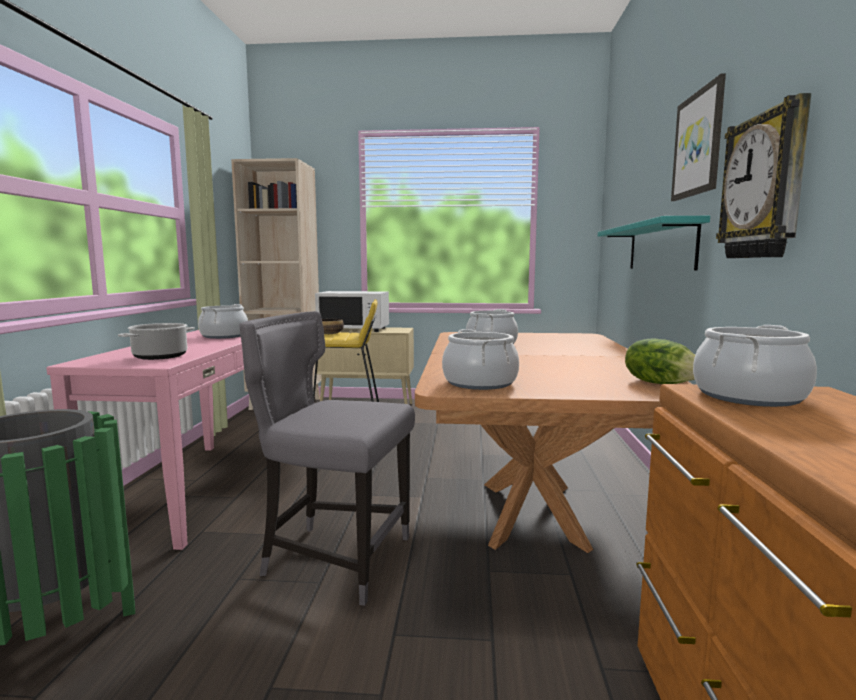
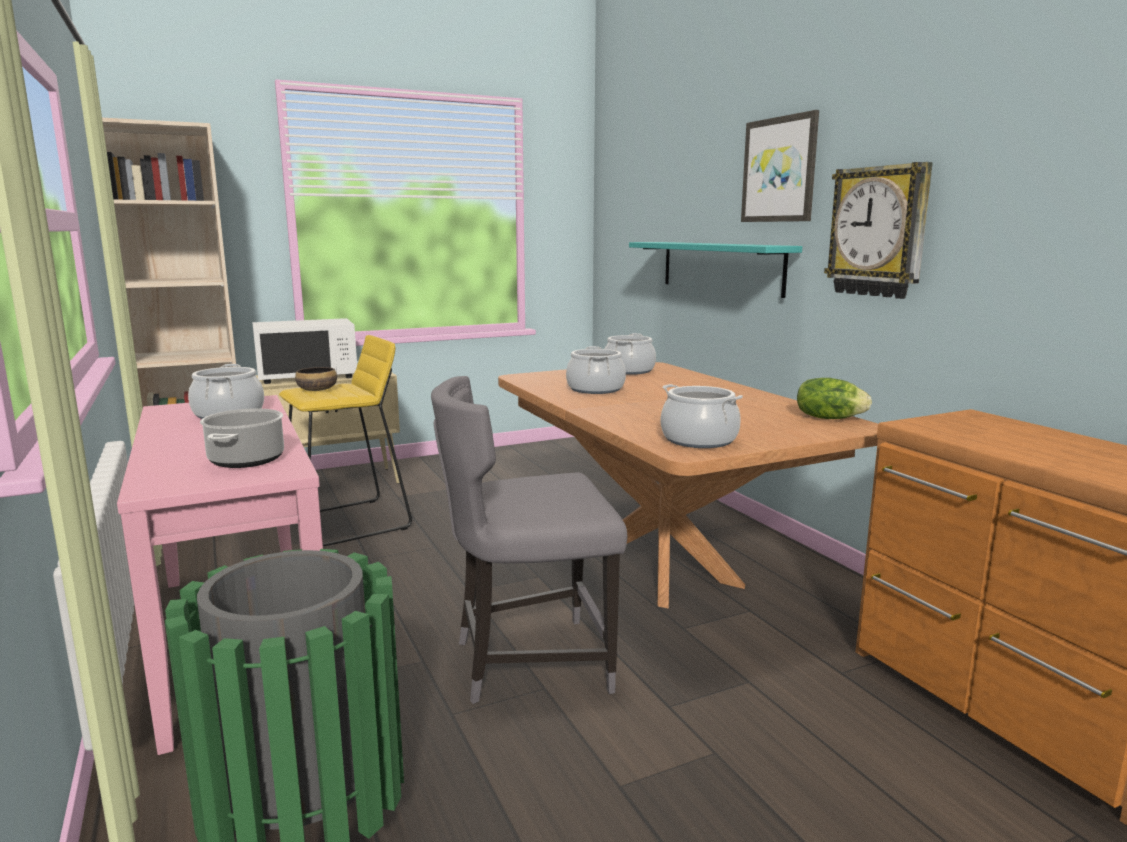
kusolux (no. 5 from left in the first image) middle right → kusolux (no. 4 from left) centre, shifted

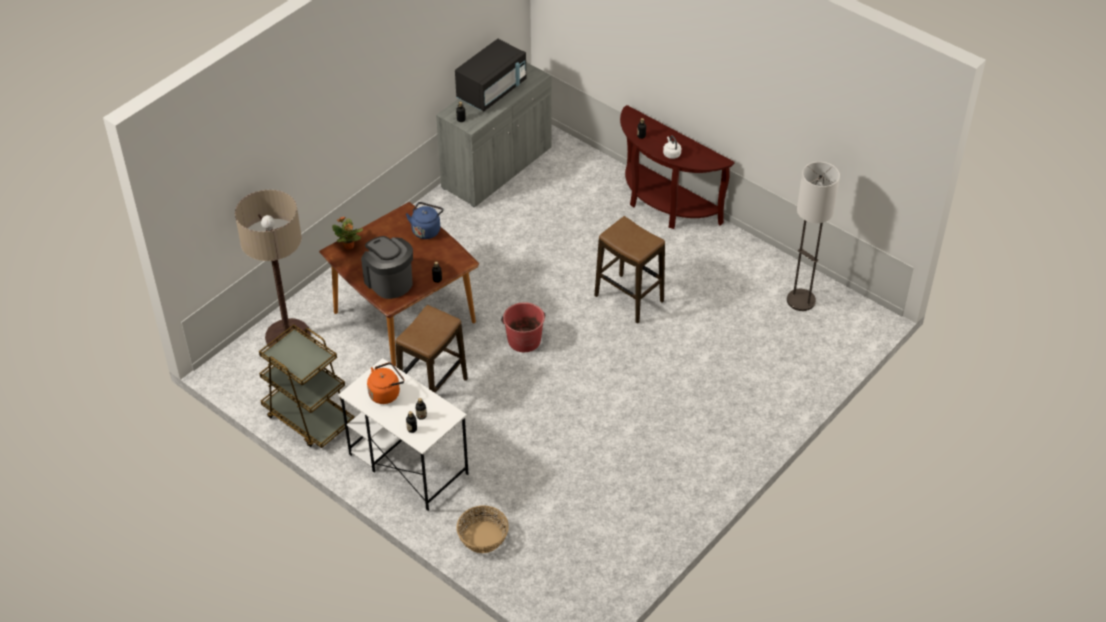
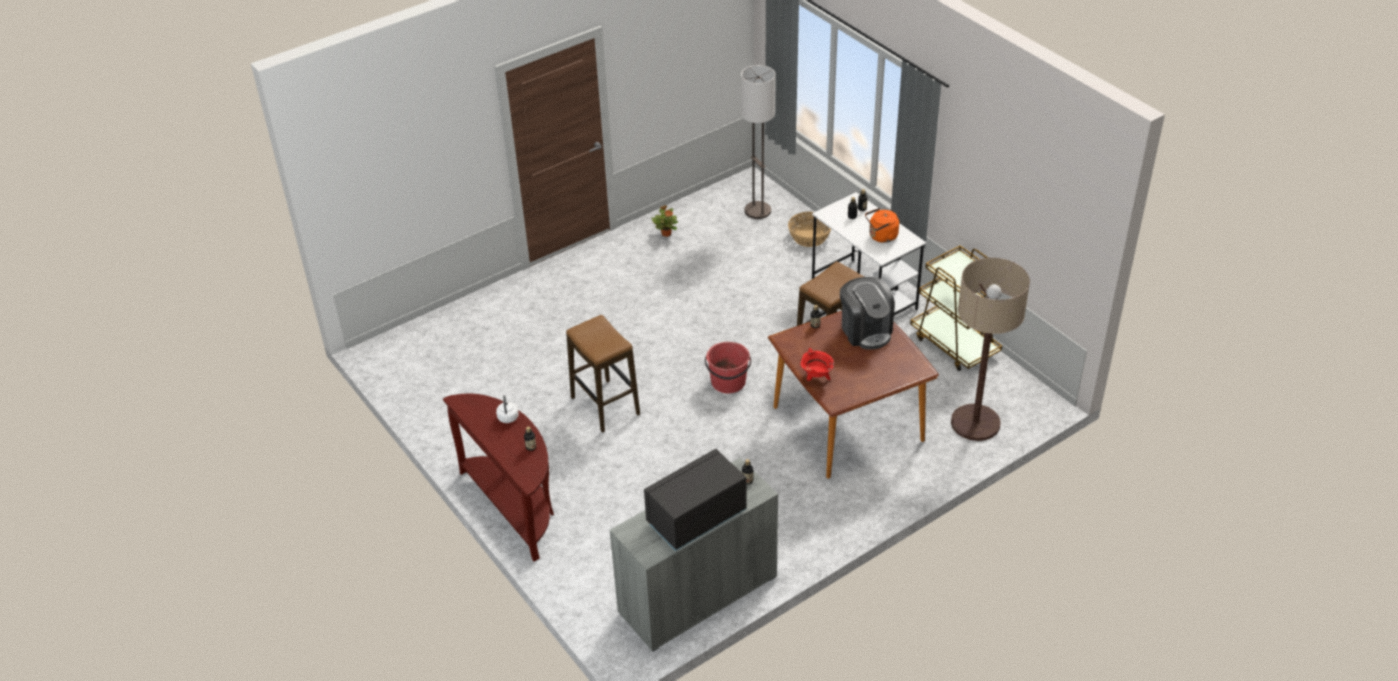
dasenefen middle left → dasenefen top centre, shifted
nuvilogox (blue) centre → kusolux (red) centre
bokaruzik (no. 2 from left in the first image) middle right → bokaruzik (no. 1 from left) top centre, shifted

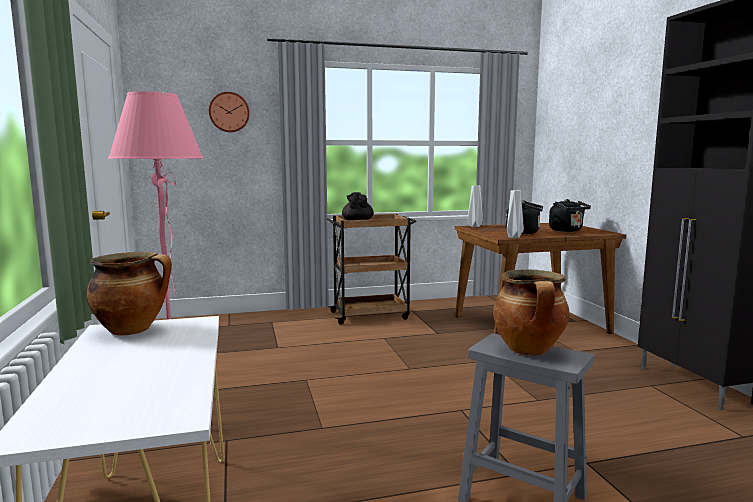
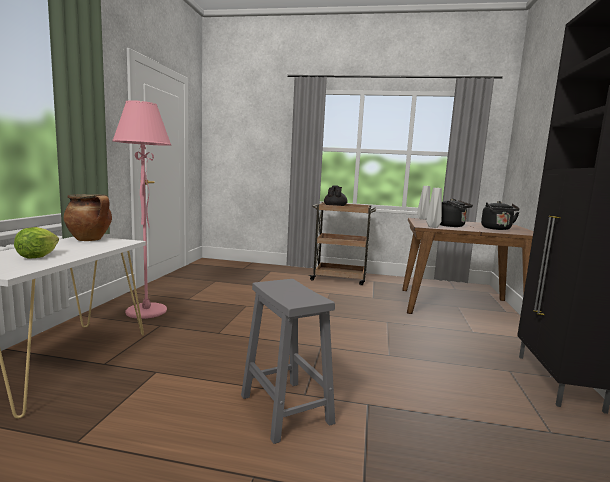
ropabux top left → -
kusolux (no. 2 from left) middle right → -
- → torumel middle left

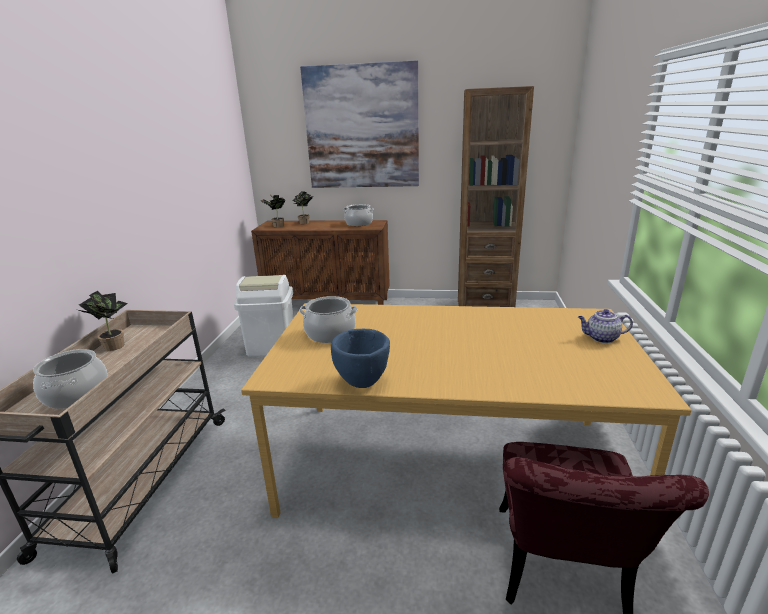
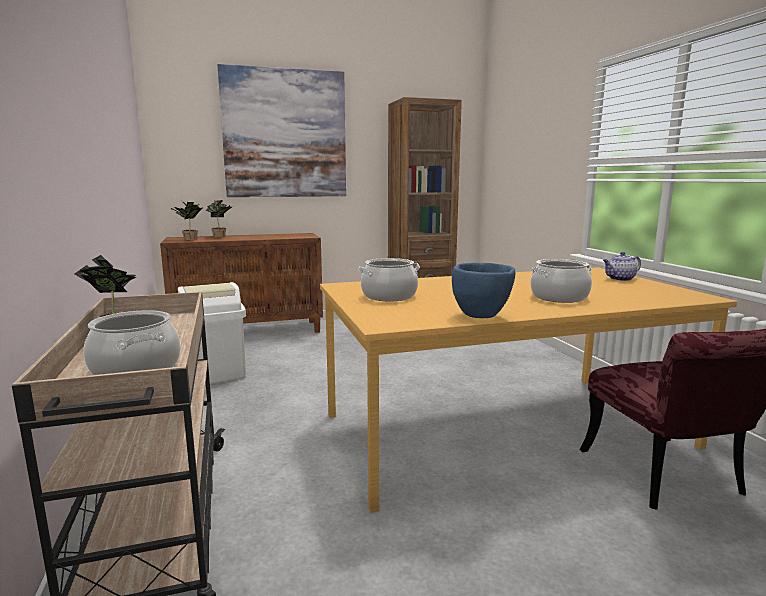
kusolux (no. 3 from left) centre → kusolux (no. 3 from left) middle right, shifted

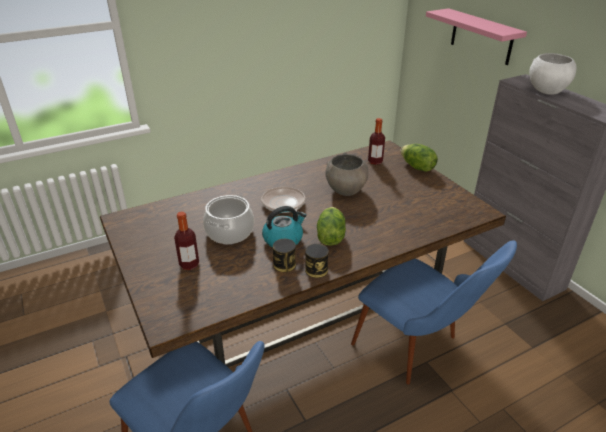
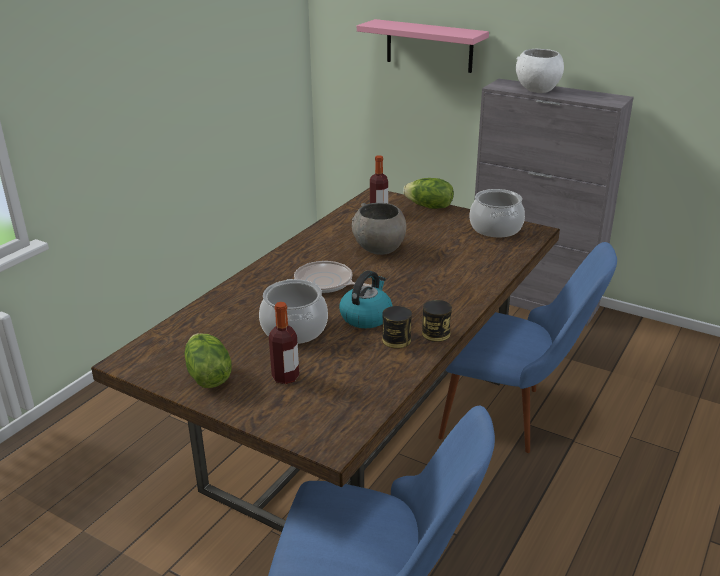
torumel (no. 1 from left) centre → torumel (no. 1 from left) middle left, shifted
- → kusolux (no. 2 from left) middle right

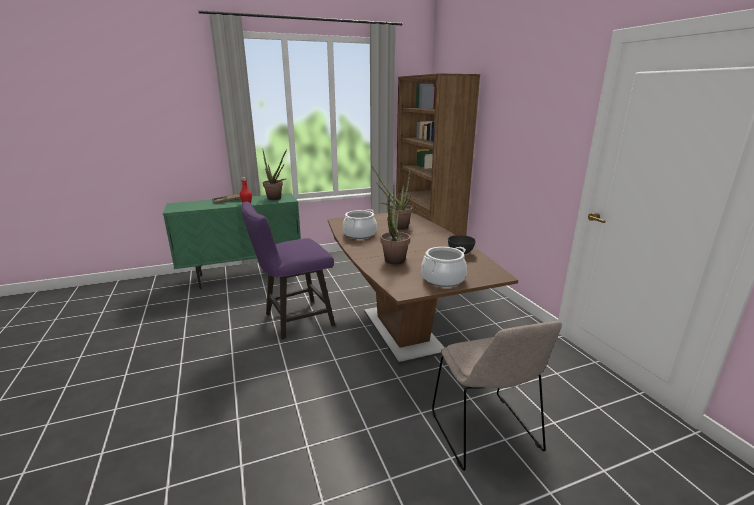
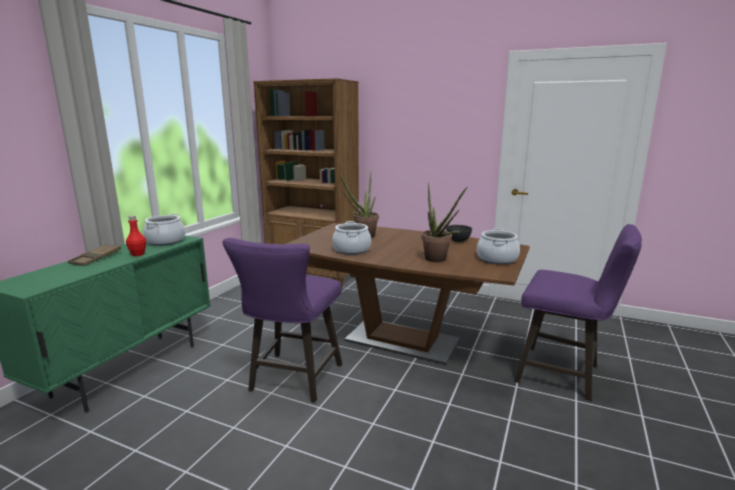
dasenefen (no. 1 from left) centre → kusolux (no. 1 from left) middle left
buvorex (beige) bottom centre → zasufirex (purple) (no. 2 from left) middle right

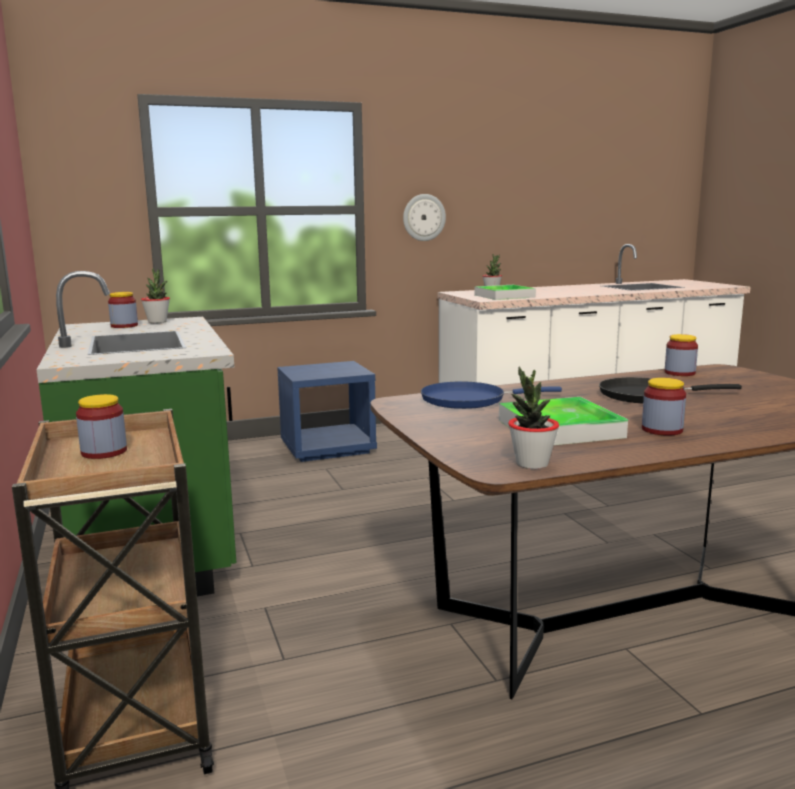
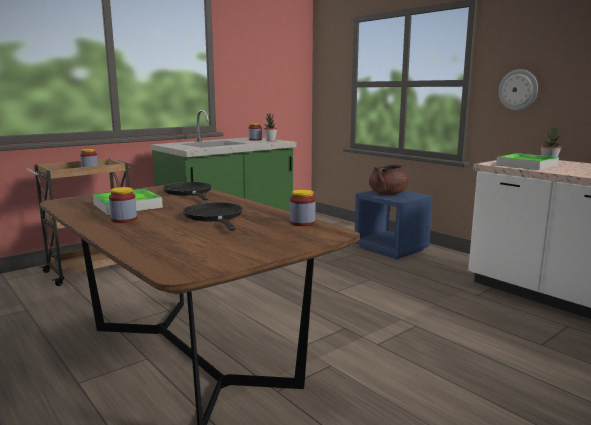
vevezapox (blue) centre → vevezapox (black) (no. 1 from left) middle left
dasenefen (no. 3 from left) middle right → -
- → kusolux (brown) centre

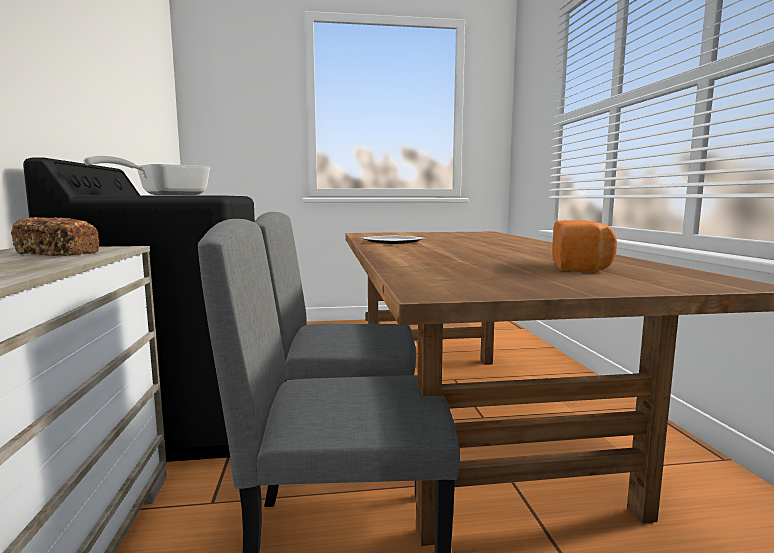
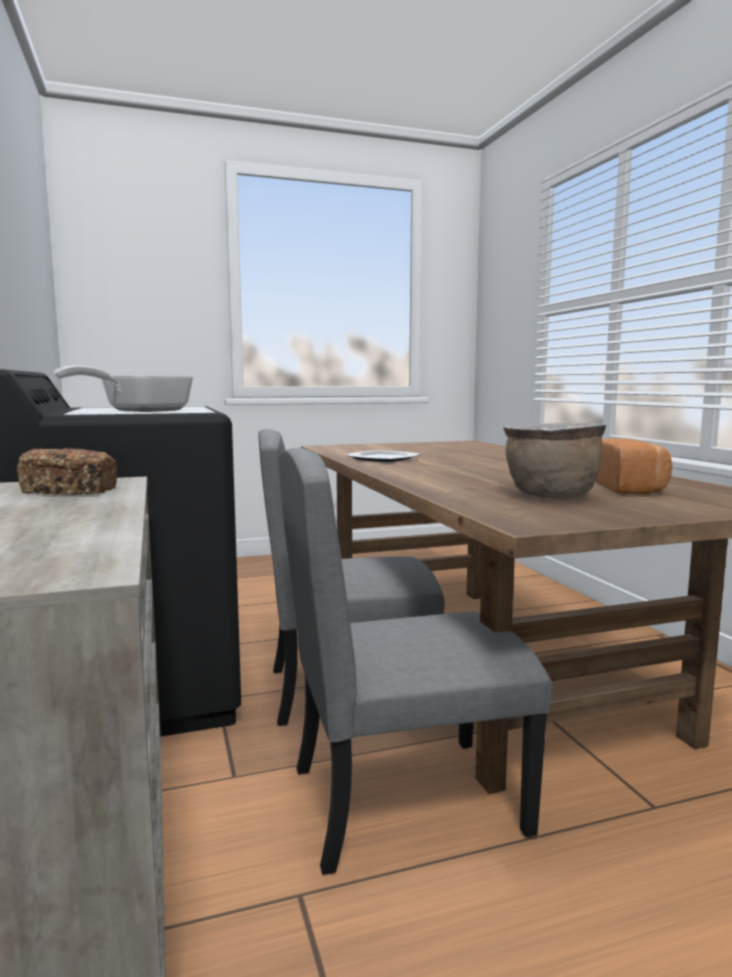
- → kusolux (brown) middle right

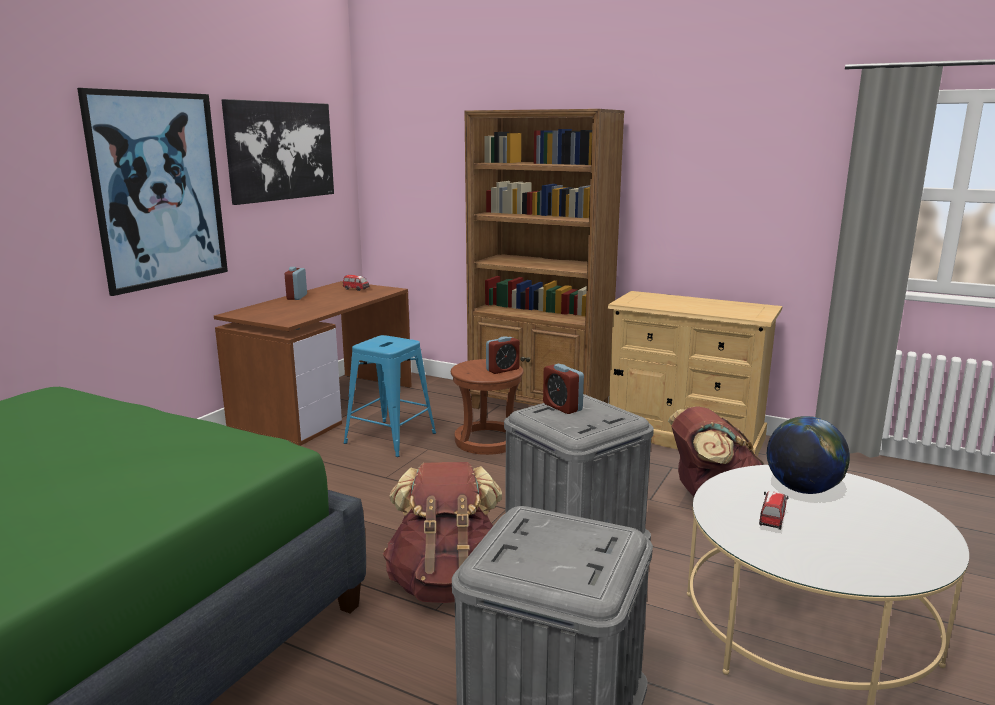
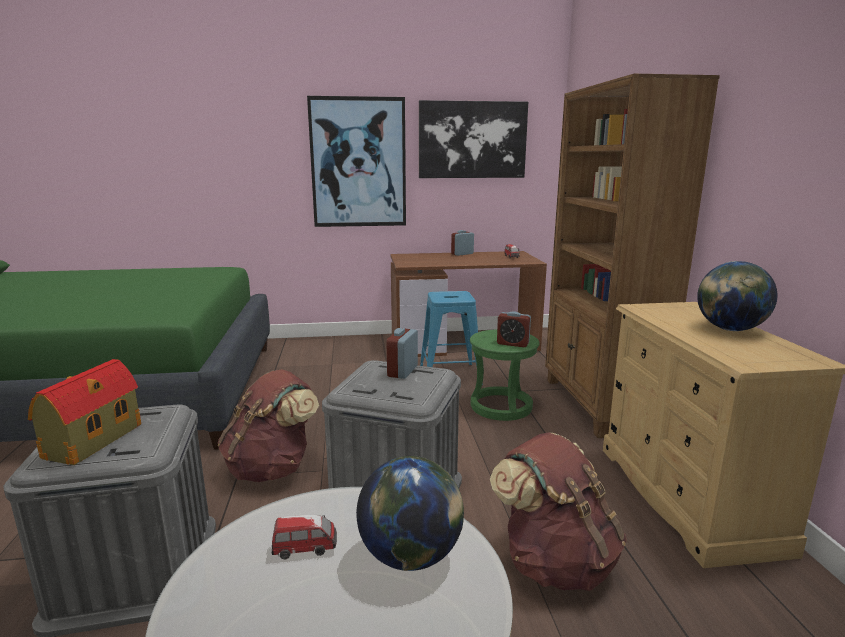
zasufirex (brown) centre → zasufirex (green) centre
- → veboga middle left
- → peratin (no. 2 from left) middle right

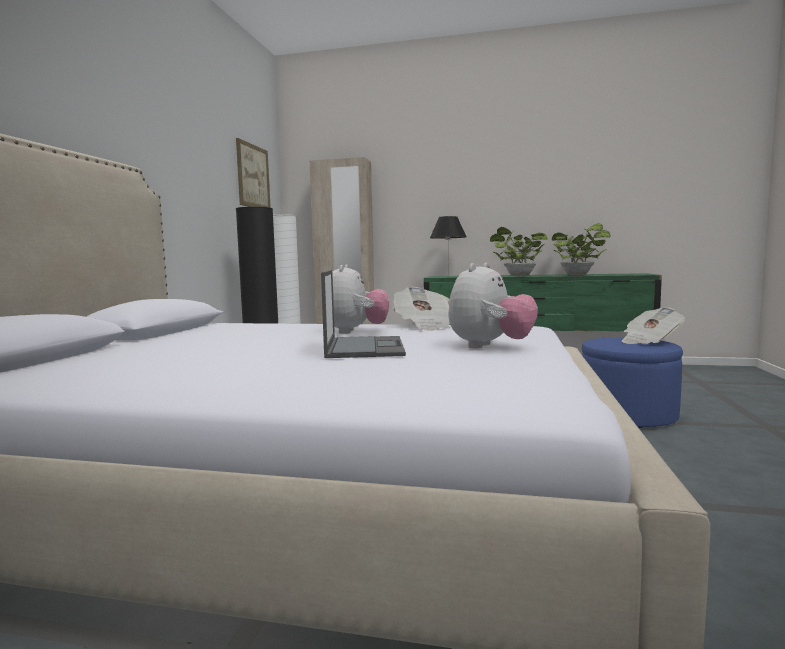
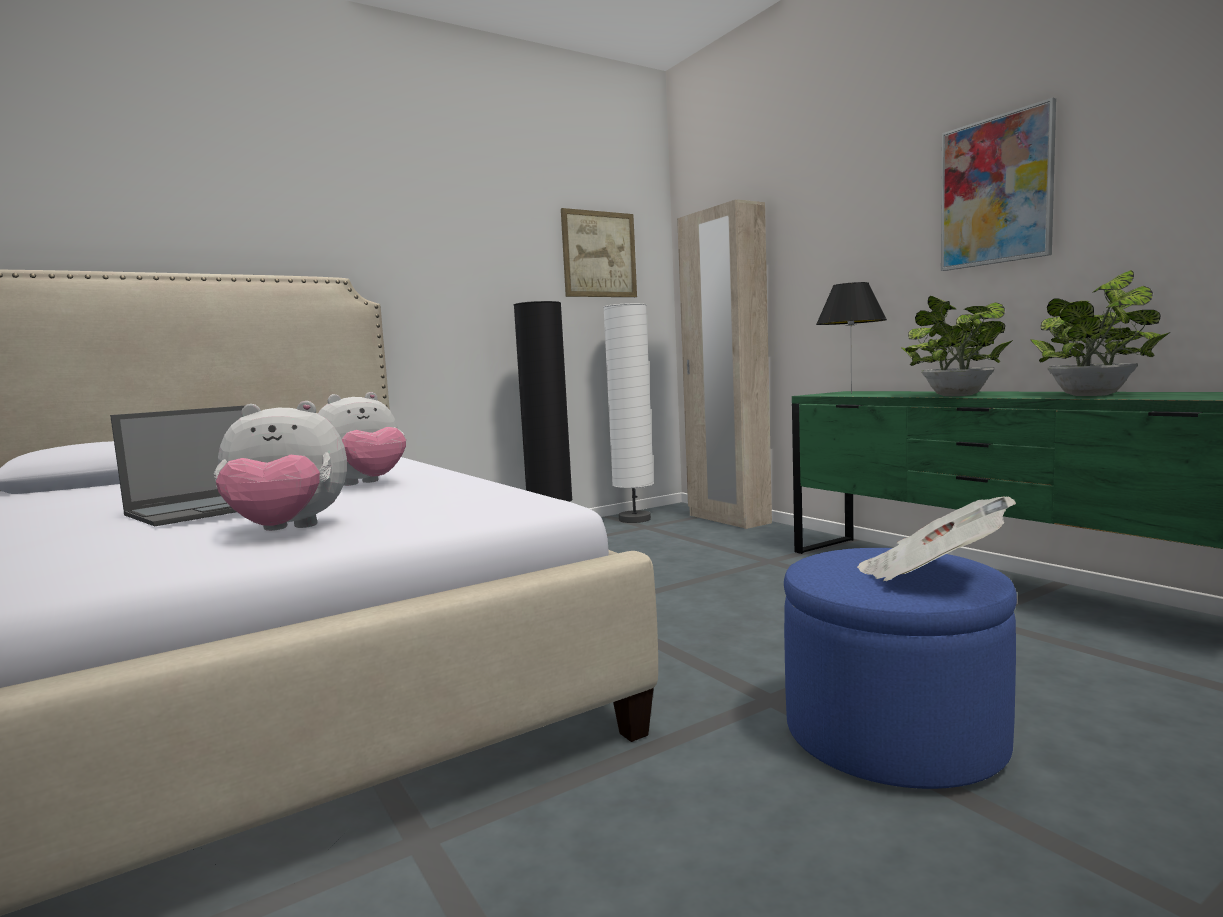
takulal (no. 1 from left) centre → -
- → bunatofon (no. 2 from left) top right

